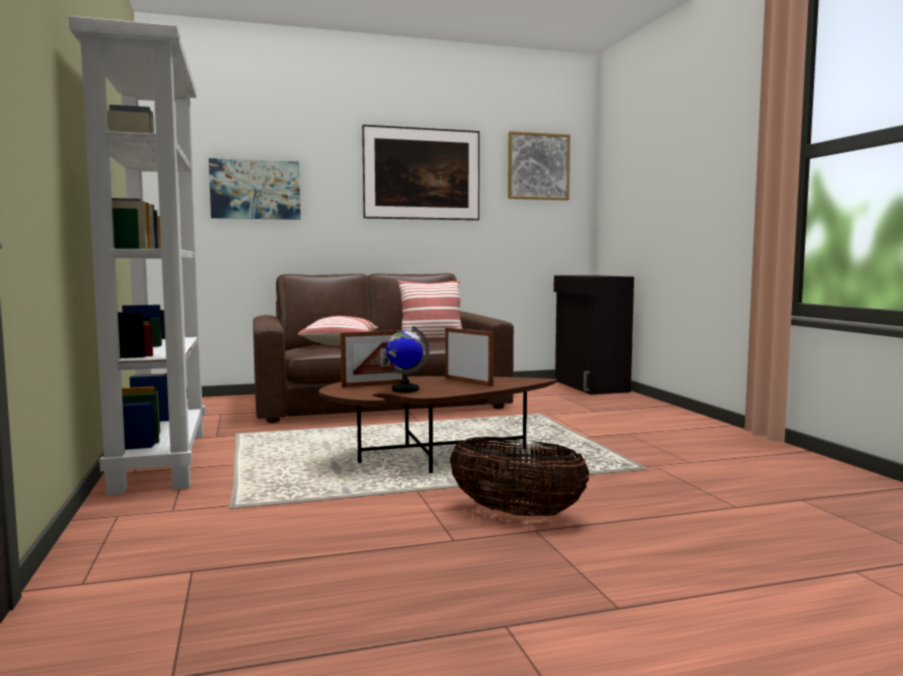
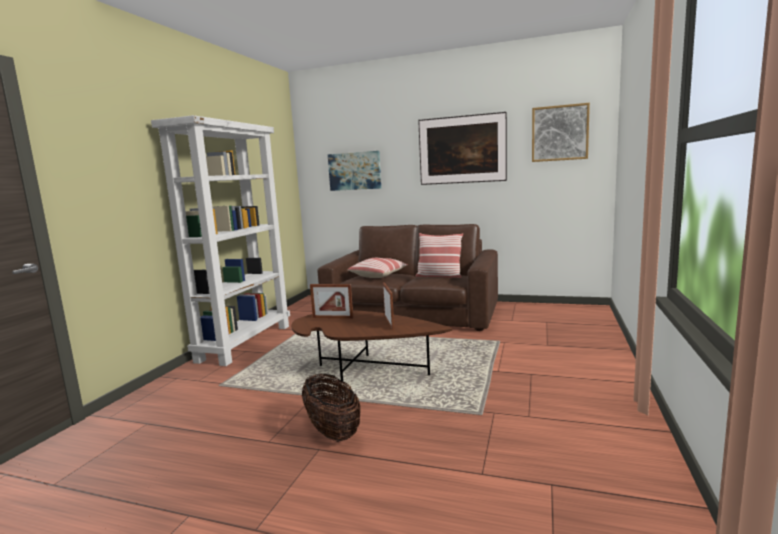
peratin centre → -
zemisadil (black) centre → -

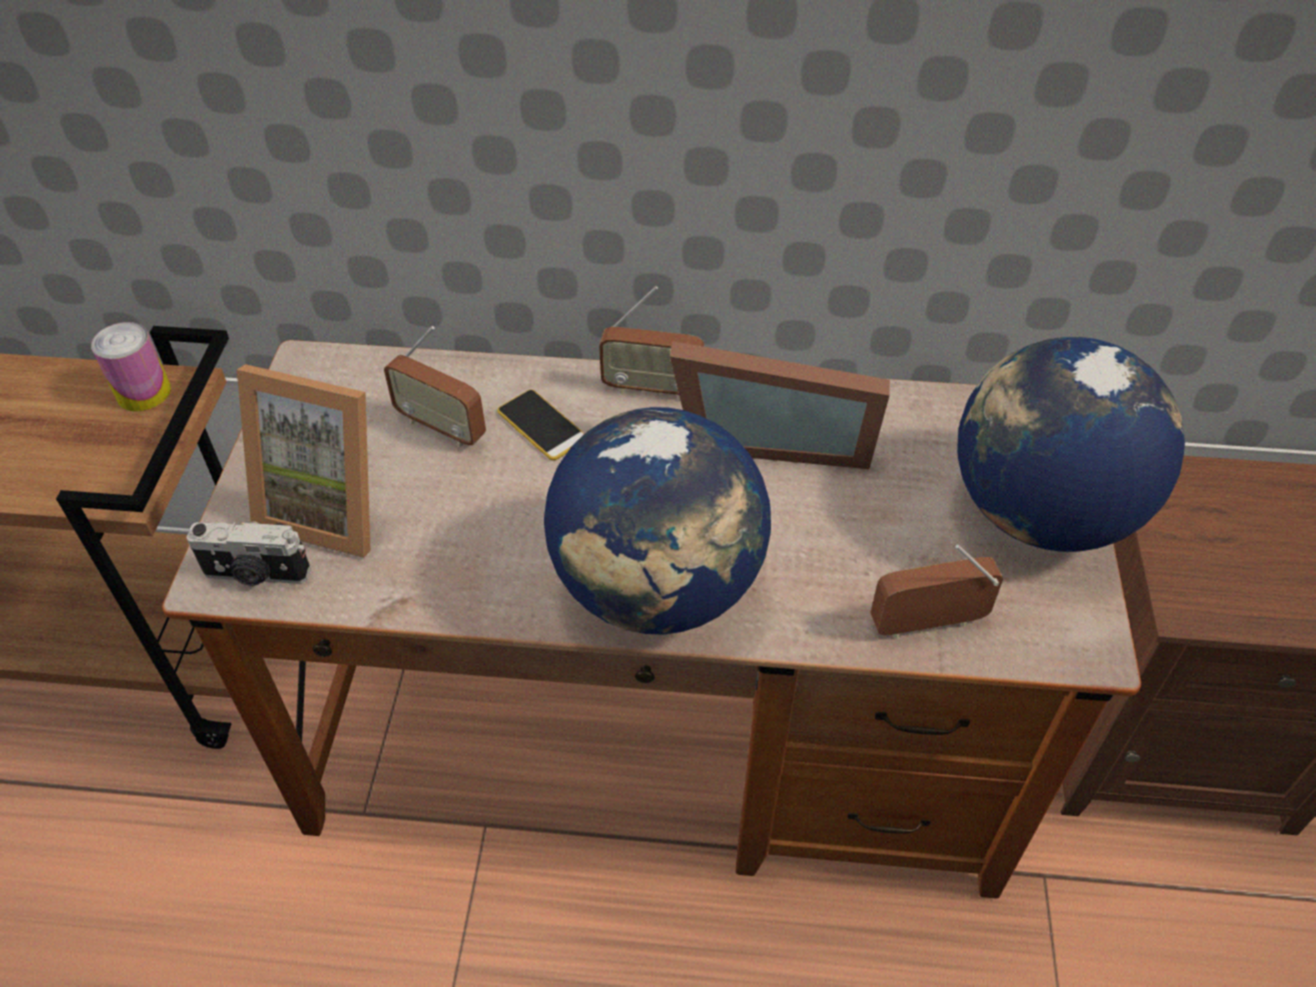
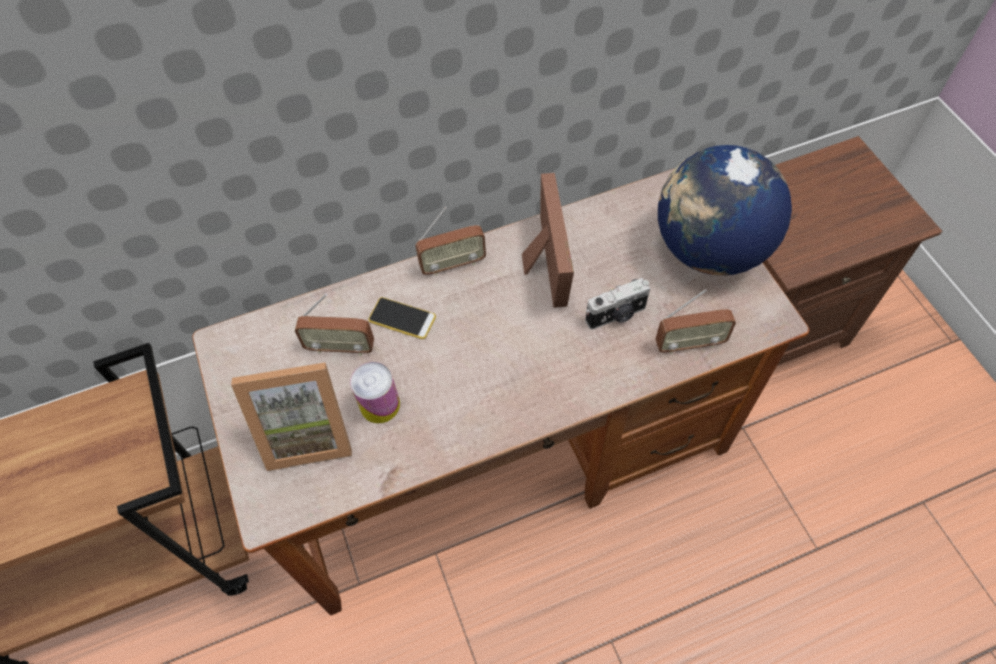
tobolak middle left → tobolak centre, shifted
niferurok middle left → niferurok centre, shifted
peratin (no. 1 from left) centre → -
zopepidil (no. 2 from left) centre, 75 degrees counterclockwise
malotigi (no. 3 from left) middle right, 150 degrees counterclockwise

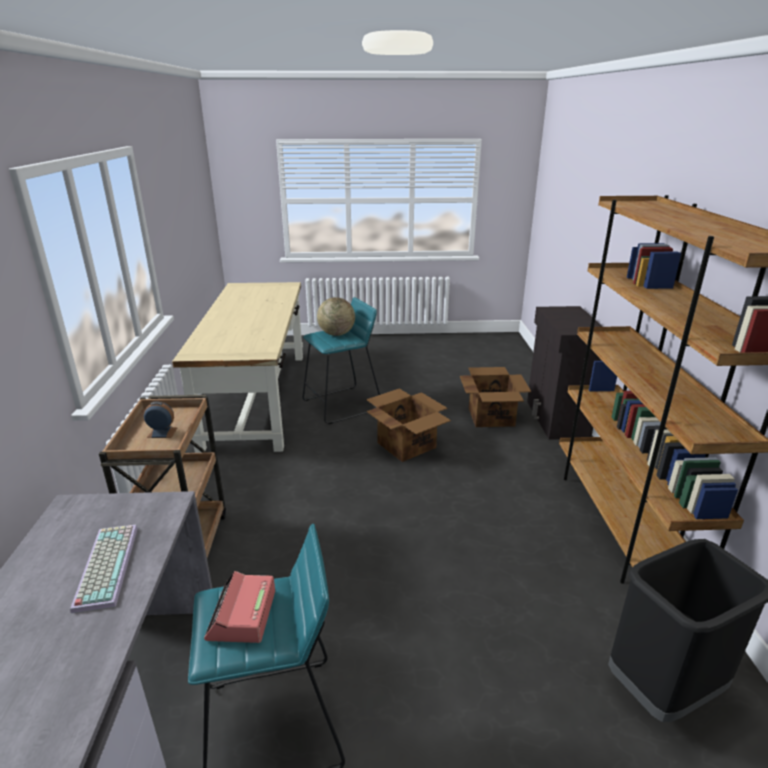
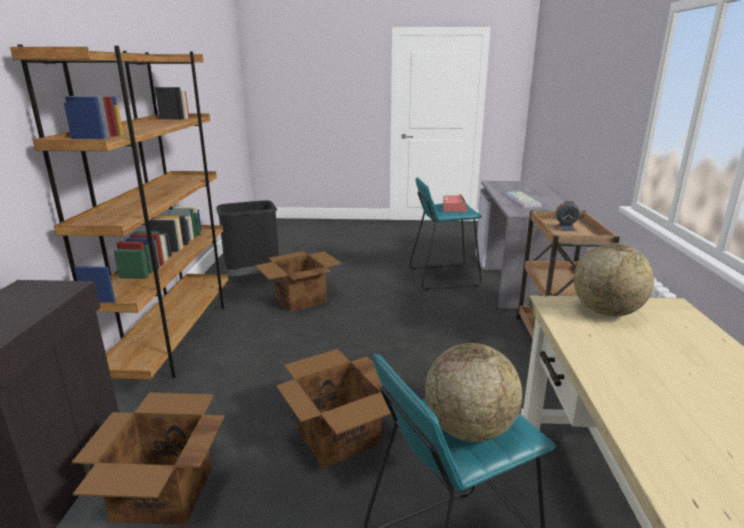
- → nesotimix (no. 2 from left) centre
- → peratin (no. 2 from left) middle right

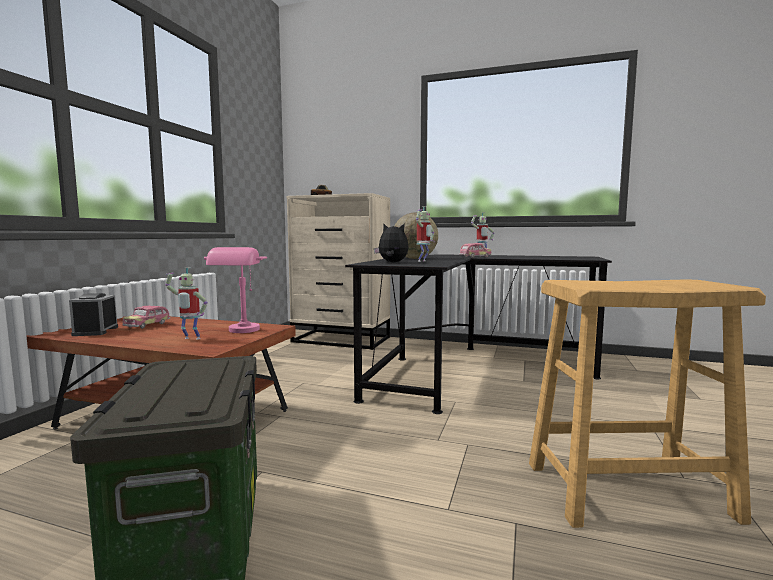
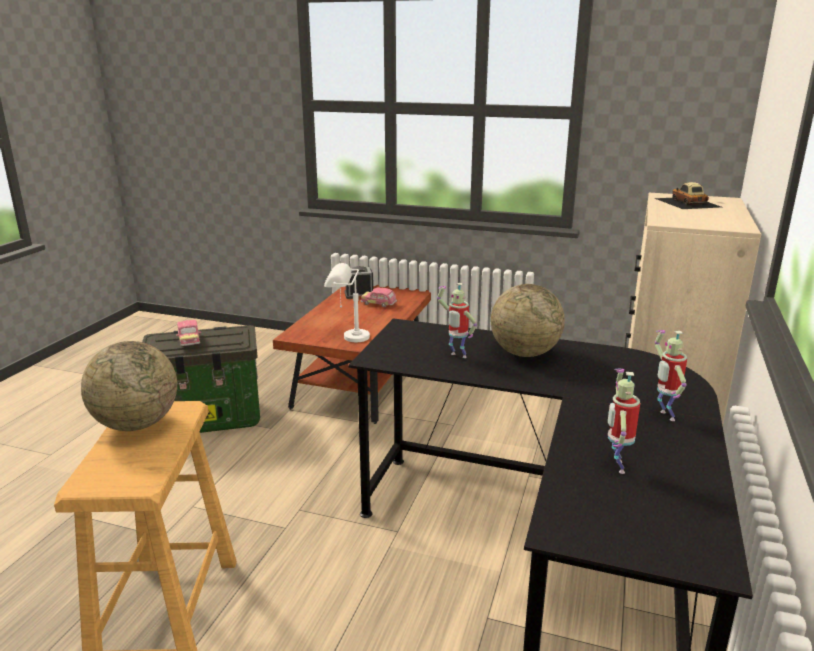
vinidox (no. 1 from left in the first image) middle left → vinidox (no. 2 from left) middle right, shifted
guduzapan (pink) middle left → guduzapan (white) centre
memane centre → -
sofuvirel (no. 3 from left in the first image) centre → sofuvirel (no. 1 from left) middle left, shifted
- → peratin (no. 1 from left) middle left

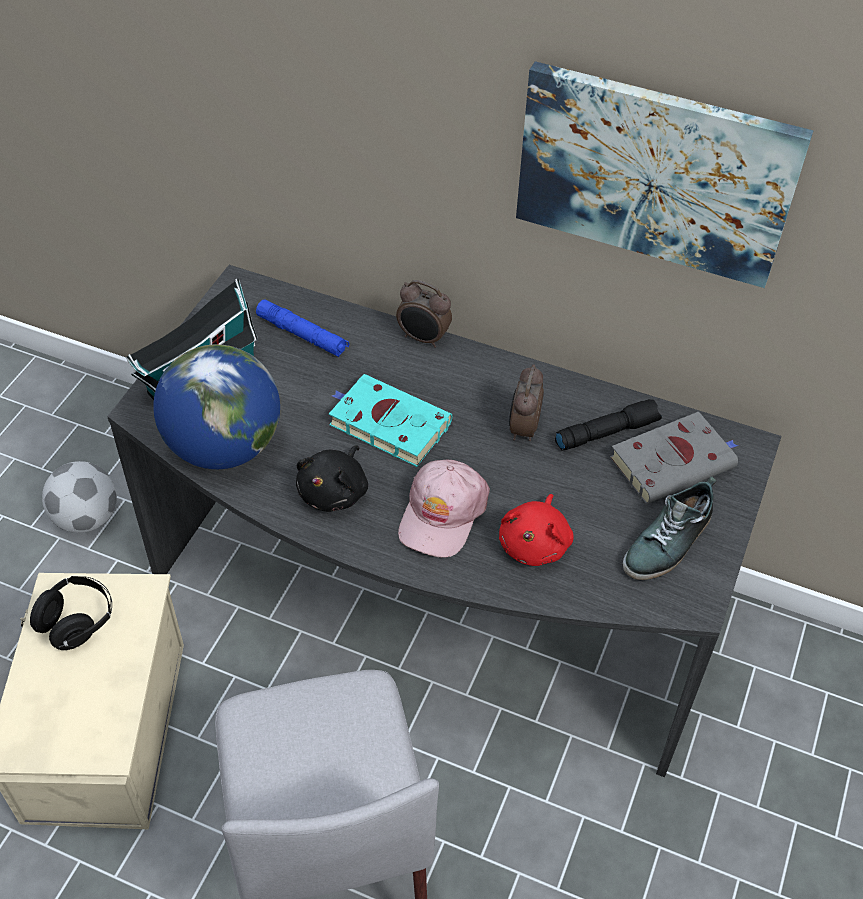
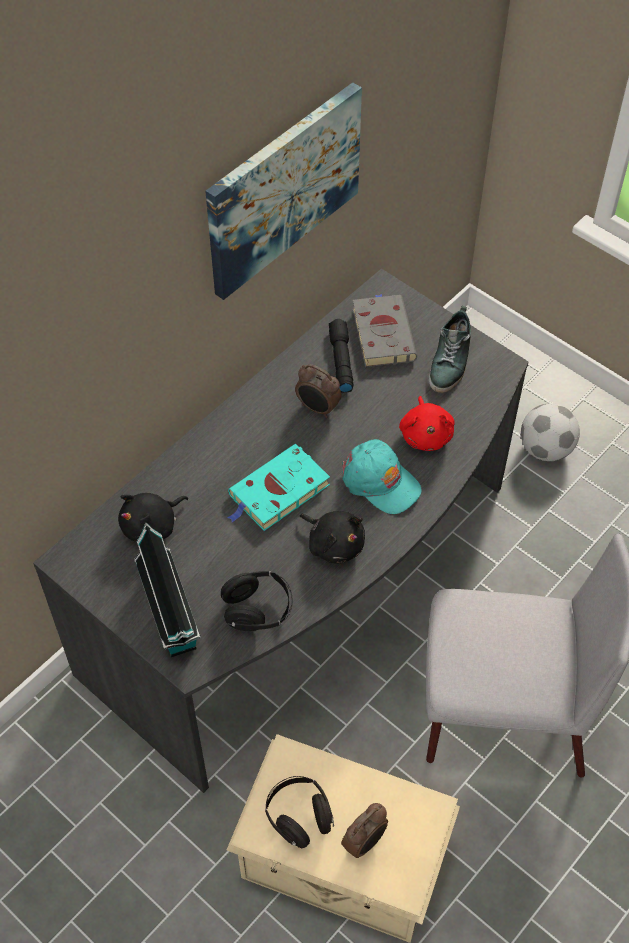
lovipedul middle left → lovipedul middle right, shifted
peratin middle left → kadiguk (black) (no. 1 from left) centre
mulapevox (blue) centre → memane (black) (no. 1 from left) middle left
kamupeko (no. 1 from left in the first image) centre → kamupeko (no. 2 from left) bottom centre, shifted
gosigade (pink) centre → gosigade (turquoise) centre
memane (red) centre → memane (red) middle right, 45 degrees clockwise
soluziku middle right, 45 degrees clockwise

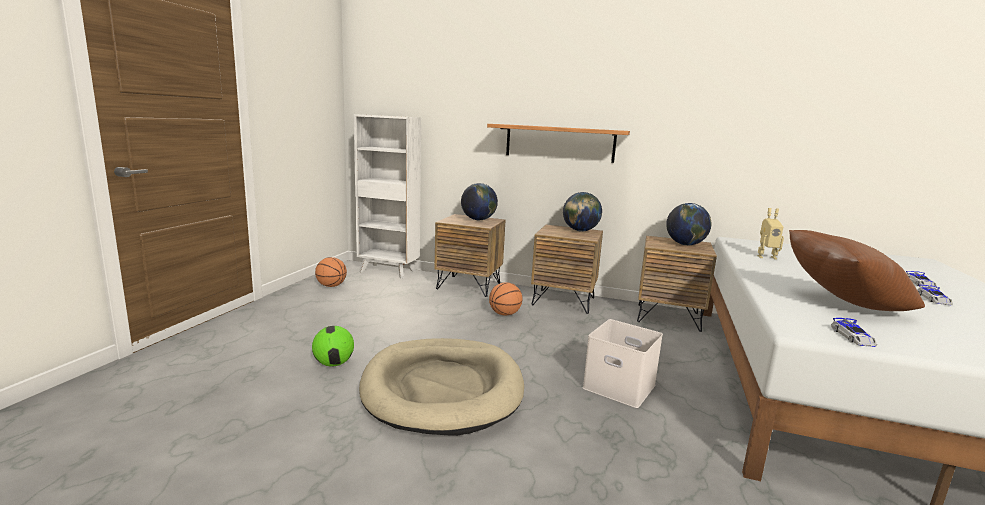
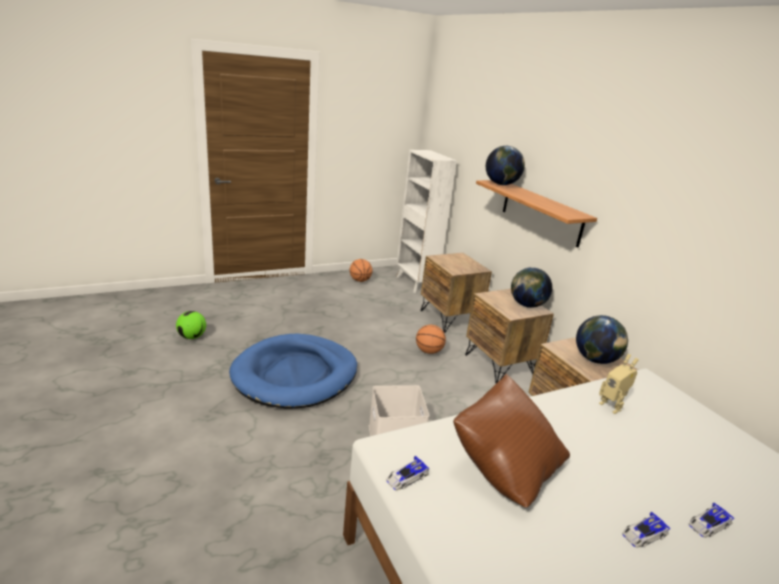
lovipedul bottom centre → lovipedul middle left, shifted
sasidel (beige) bottom centre → sasidel (blue) centre
peratin (no. 1 from left) centre → peratin (no. 1 from left) top centre, shifted

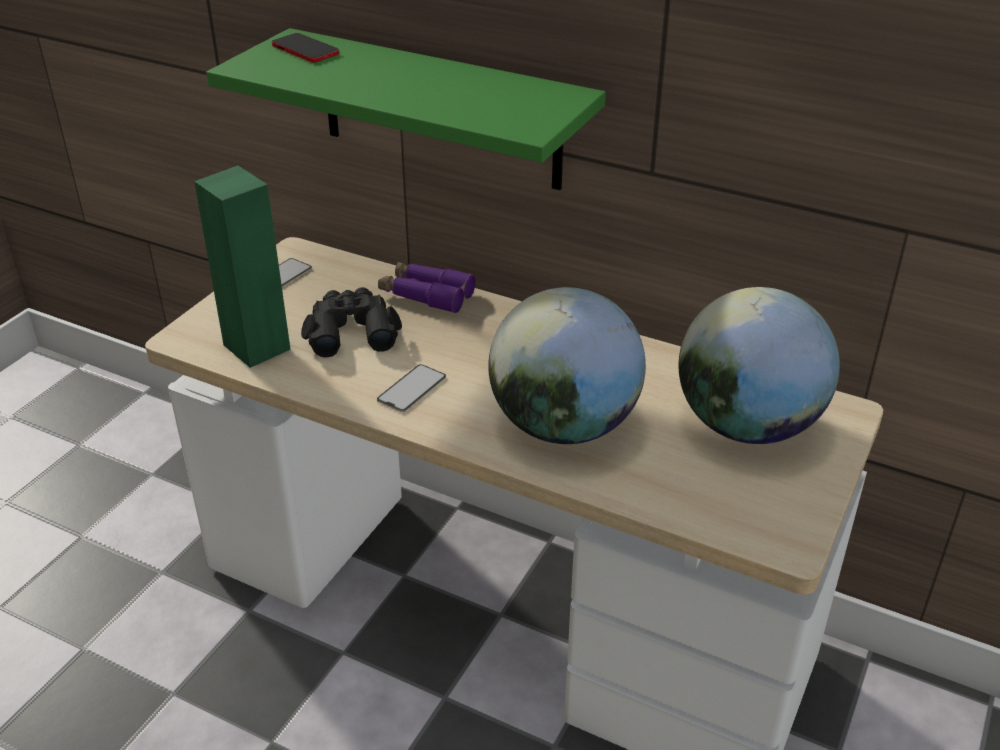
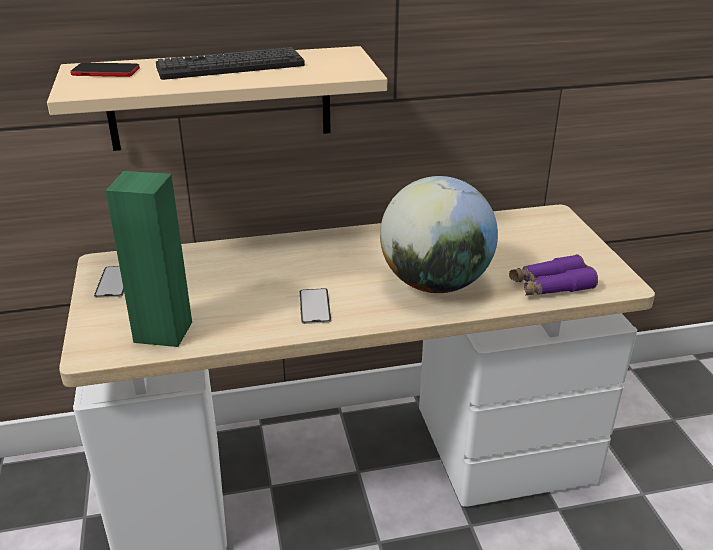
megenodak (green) top centre → megenodak (beige) top left
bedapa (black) centre → -
bedapa (purple) centre → bedapa (purple) middle right, shifted
peratin (no. 2 from left) middle right → -
- → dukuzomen top left

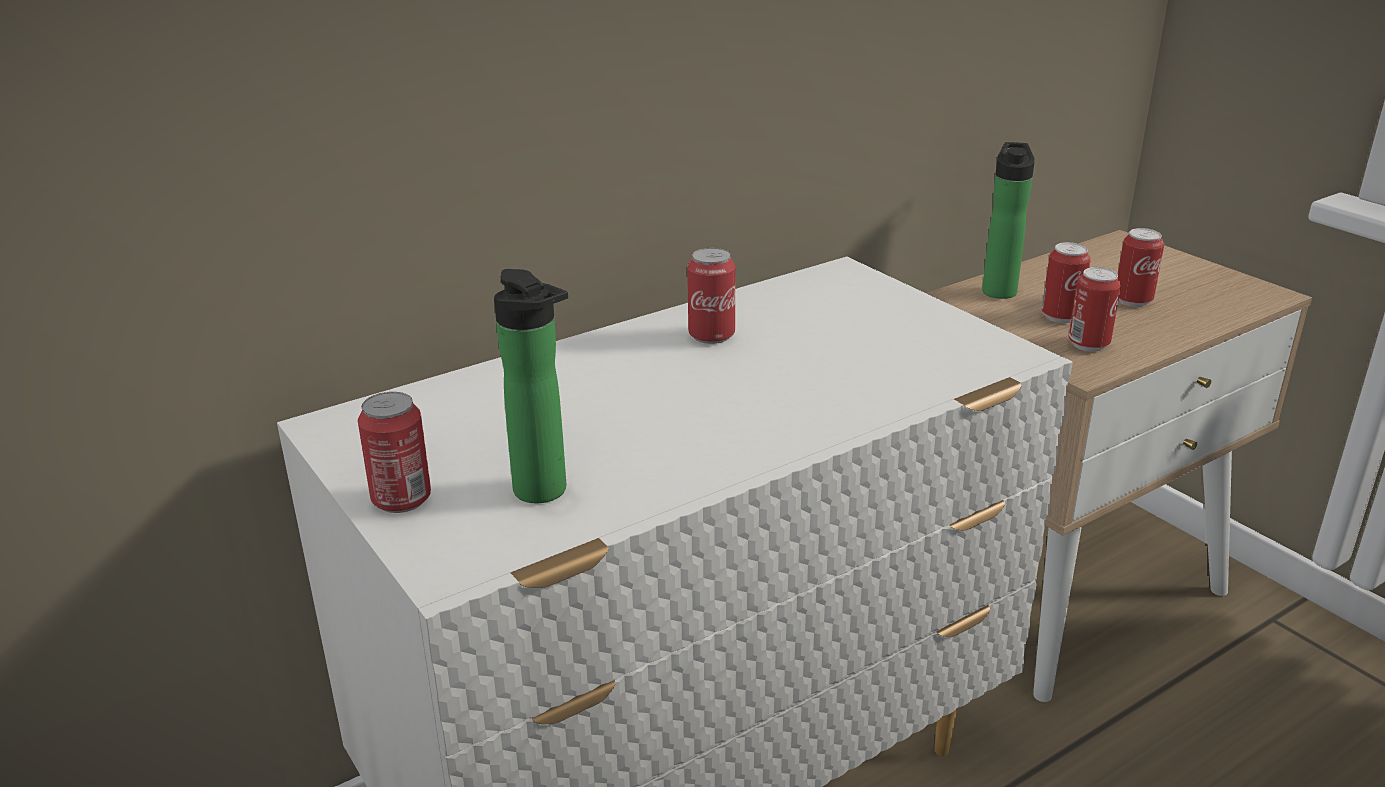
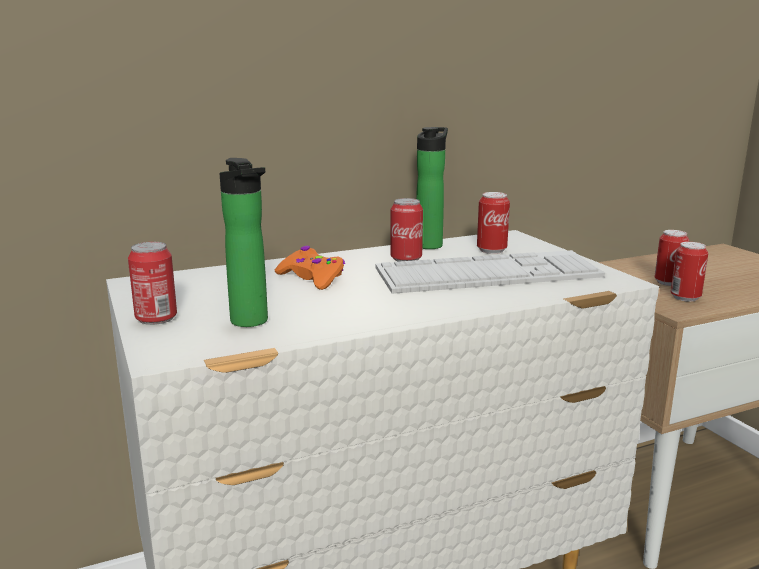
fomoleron (no. 2 from left) top right → fomoleron (no. 2 from left) top centre, shifted
tobolak (no. 5 from left in the first image) middle right → tobolak (no. 3 from left) centre, shifted
- → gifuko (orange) centre
- → dukuzomen centre

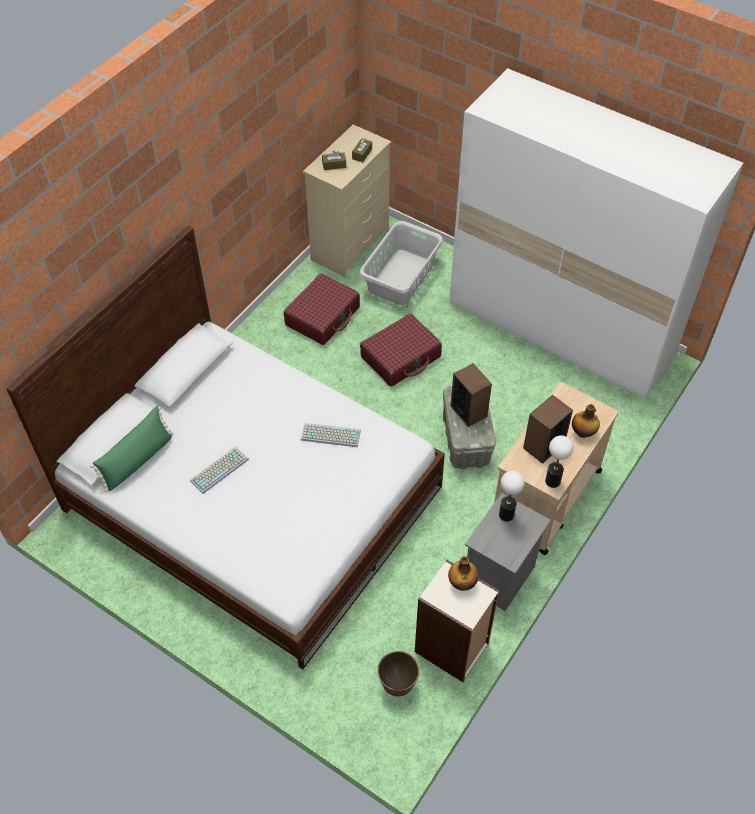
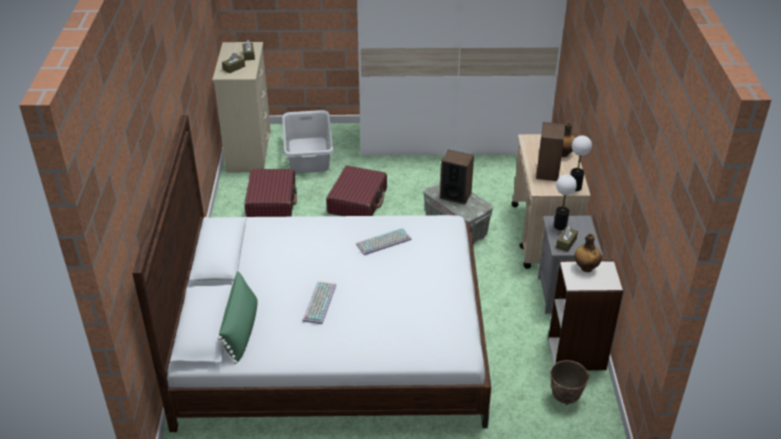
- → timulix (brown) (no. 3 from left) middle right

